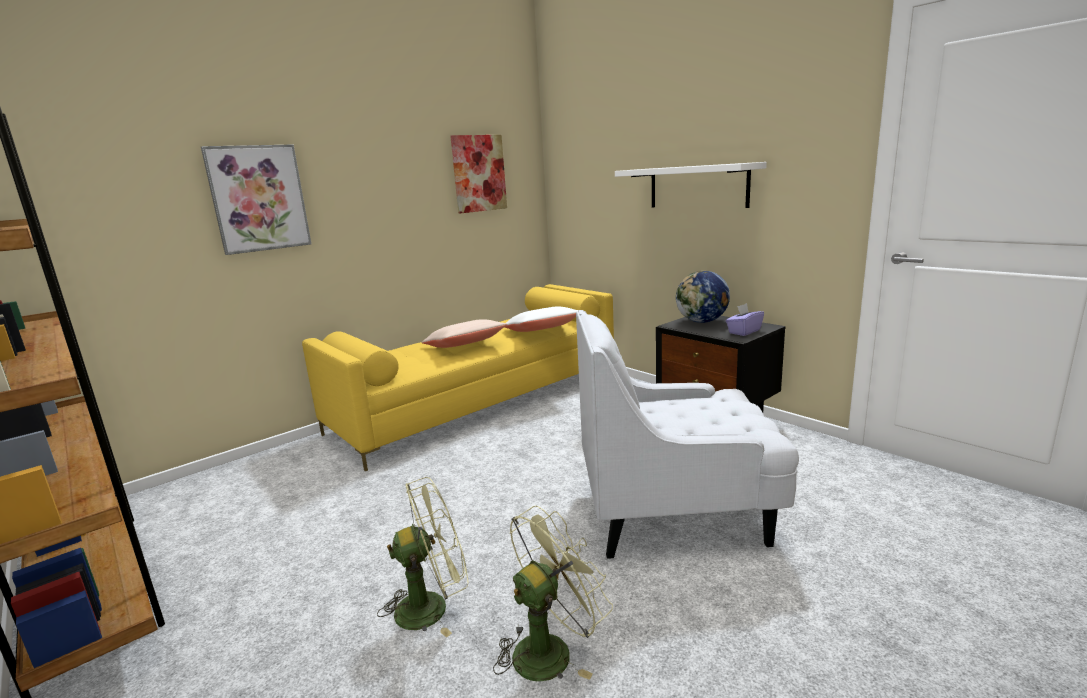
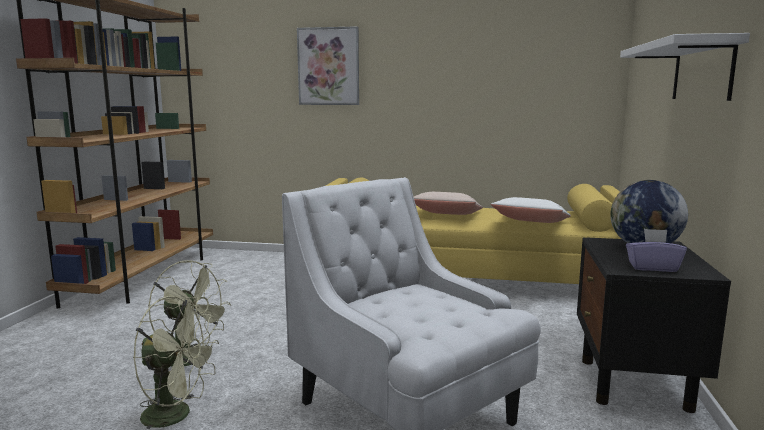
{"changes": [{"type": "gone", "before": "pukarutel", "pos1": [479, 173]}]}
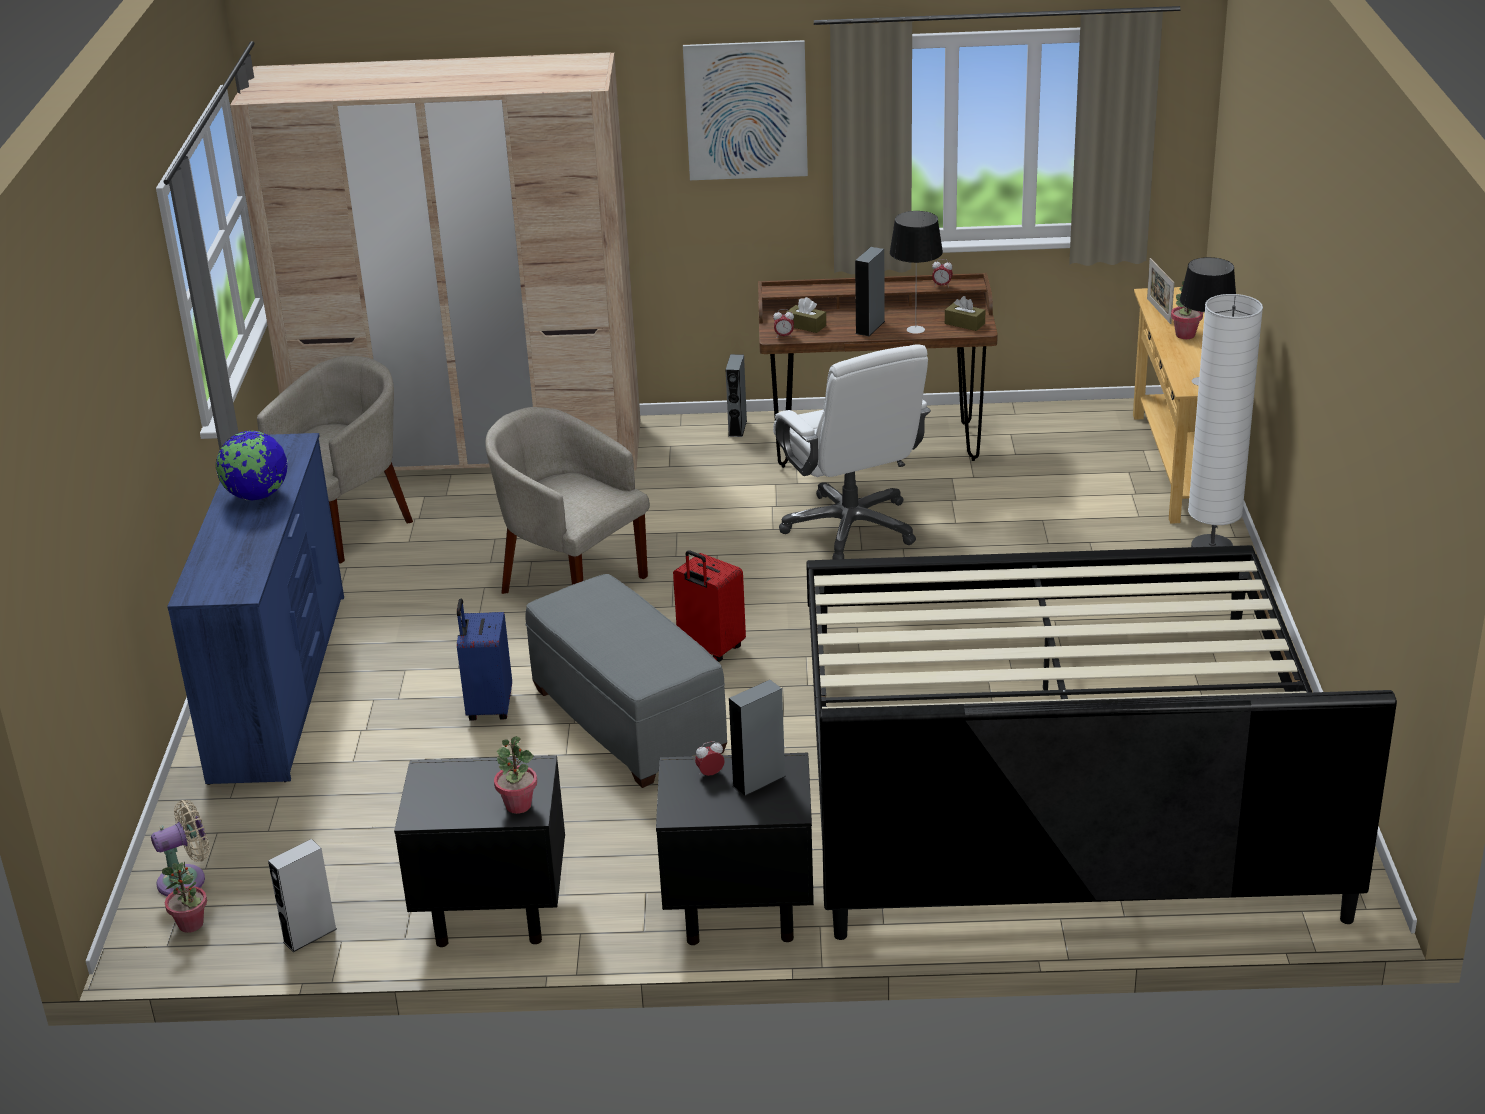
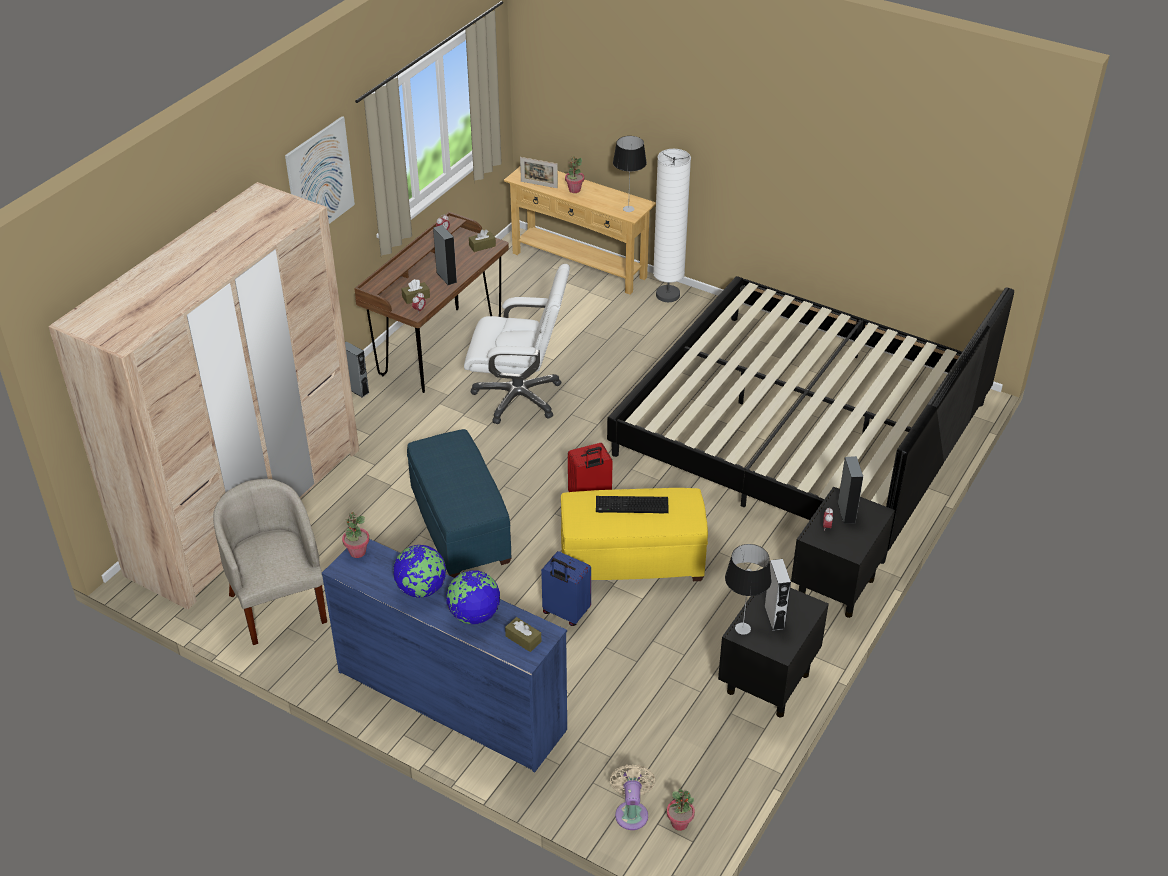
{"changes": [{"type": "new", "after": "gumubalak", "pos2": [474, 615]}, {"type": "new", "after": "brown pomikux", "pos2": [523, 639]}, {"type": "new", "after": "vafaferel", "pos2": [631, 506]}, {"type": "shifted", "before": "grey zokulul", "pos1": [310, 935], "pos2": [774, 617]}, {"type": "shifted", "before": "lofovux", "pos1": [518, 805], "pos2": [357, 552]}, {"type": "shifted", "before": "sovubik", "pos1": [915, 330], "pos2": [742, 629]}, {"type": "swapped", "before": "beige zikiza", "after": "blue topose", "pos1": [571, 580], "pos2": [459, 526]}, {"type": "repainted", "before": "grey topose", "after": "yellow topose", "pos1": [627, 720], "pos2": [631, 561]}]}
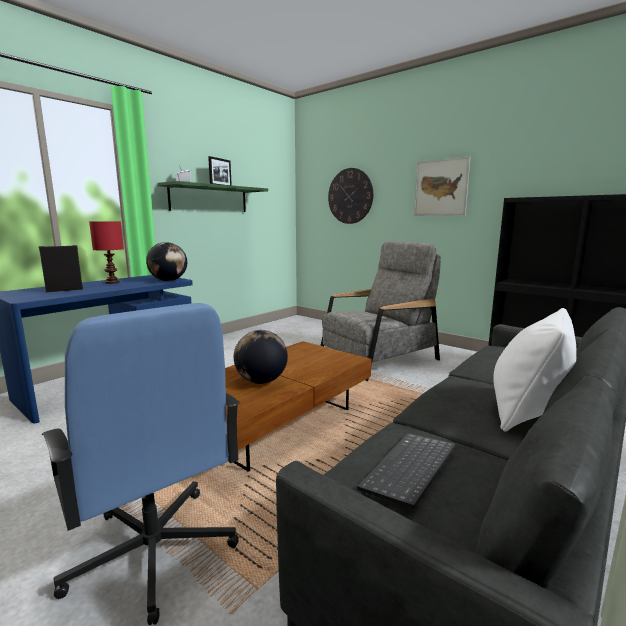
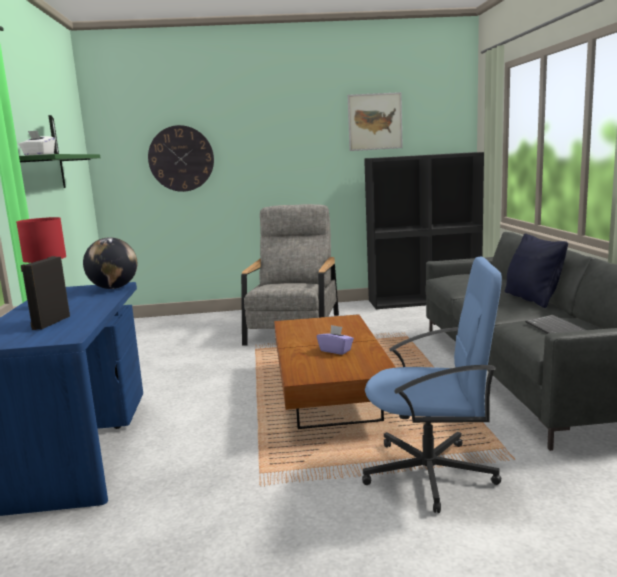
{"changes": [{"type": "shifted", "before": "pukarutel", "pos1": [440, 187], "pos2": [375, 121]}, {"type": "swapped", "before": "gumubalak", "after": "purple pomikux", "pos1": [261, 381], "pos2": [335, 350]}, {"type": "repainted", "before": "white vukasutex", "after": "black vukasutex", "pos1": [526, 412], "pos2": [532, 299]}]}
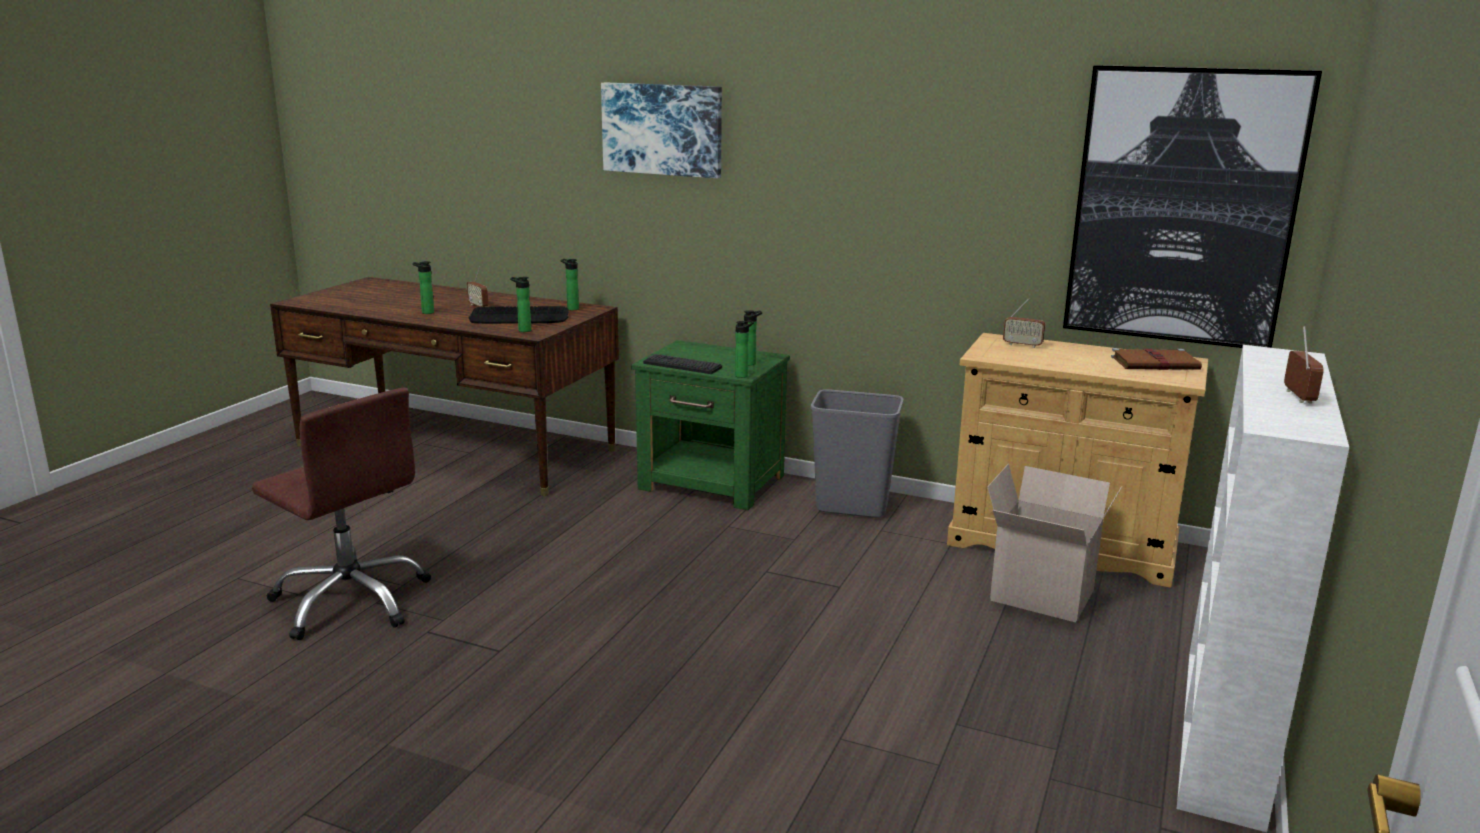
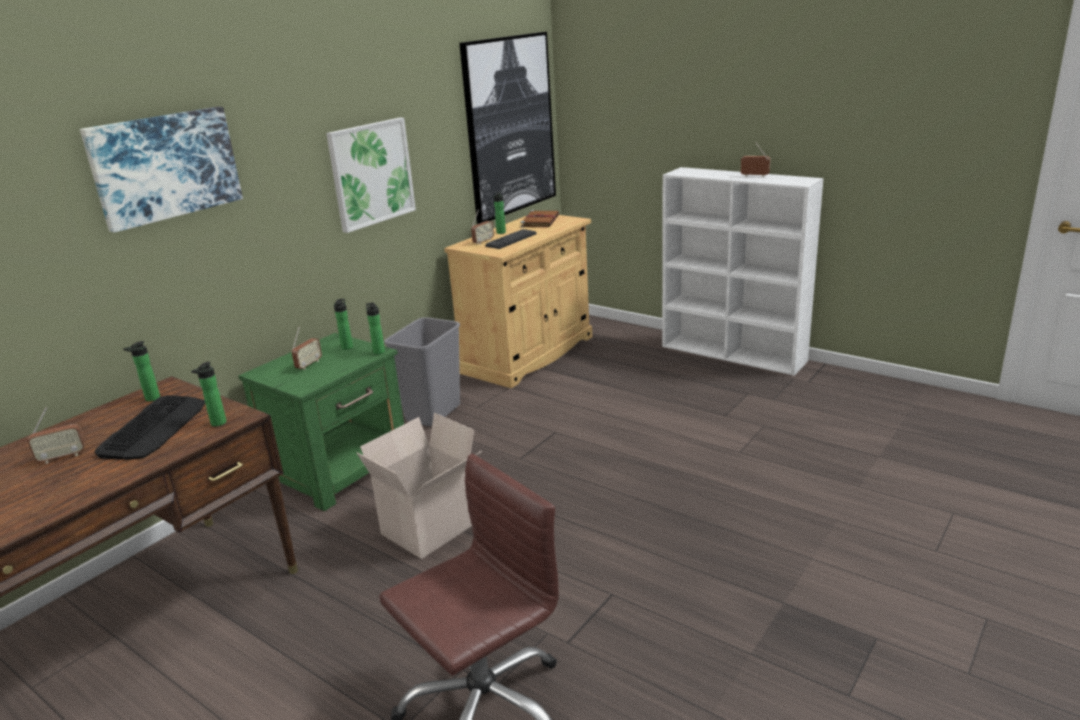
{"changes": [{"type": "new", "after": "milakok", "pos2": [309, 365]}, {"type": "new", "after": "pukarutel", "pos2": [371, 173]}, {"type": "shifted", "before": "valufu", "pos1": [426, 312], "pos2": [501, 233]}, {"type": "shifted", "before": "vafaferel", "pos1": [682, 365], "pos2": [511, 240]}, {"type": "shifted", "before": "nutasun", "pos1": [1039, 596], "pos2": [429, 530]}]}
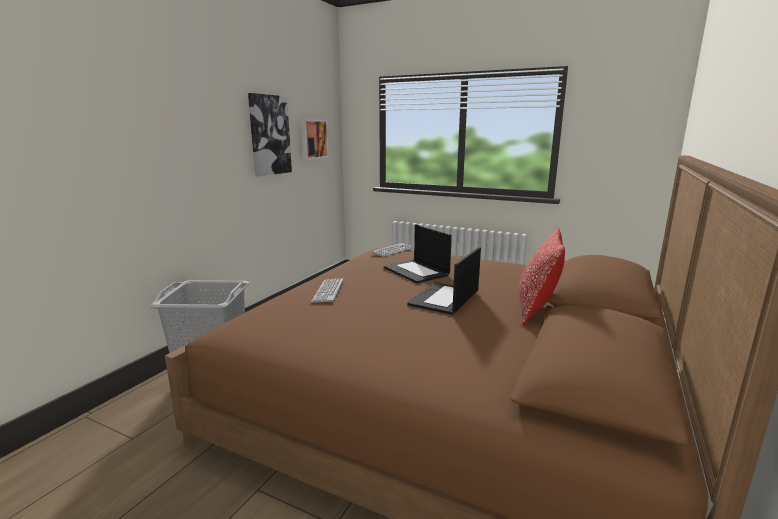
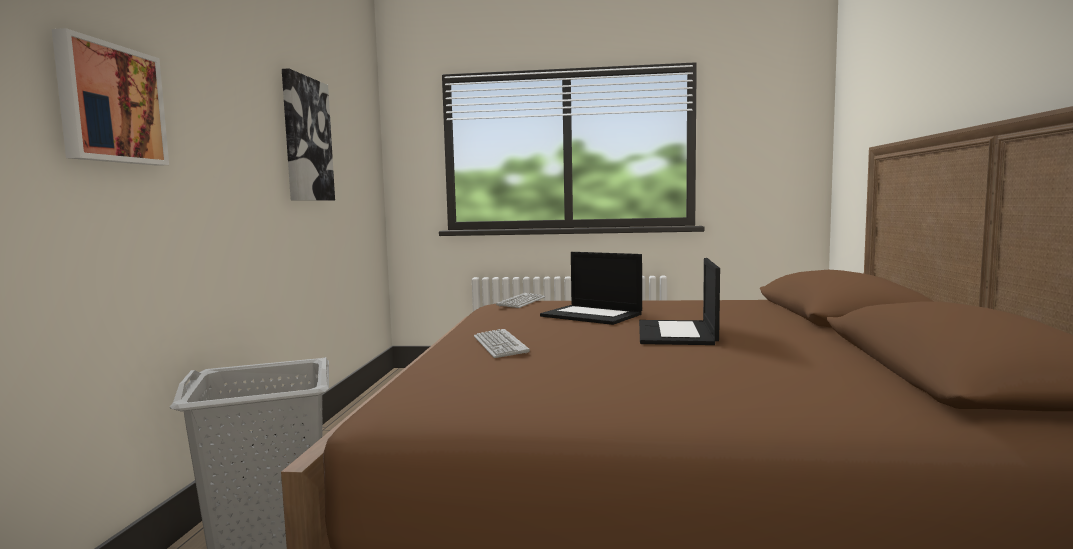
{"changes": [{"type": "gone", "before": "vukasutex", "pos1": [536, 309]}, {"type": "shifted", "before": "pukarutel", "pos1": [313, 139], "pos2": [109, 104]}]}
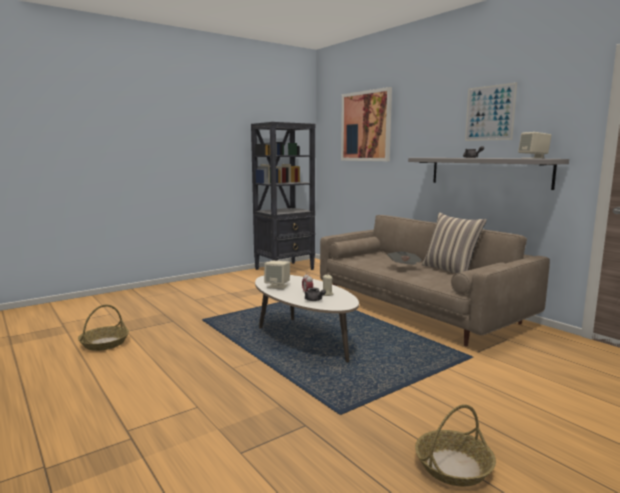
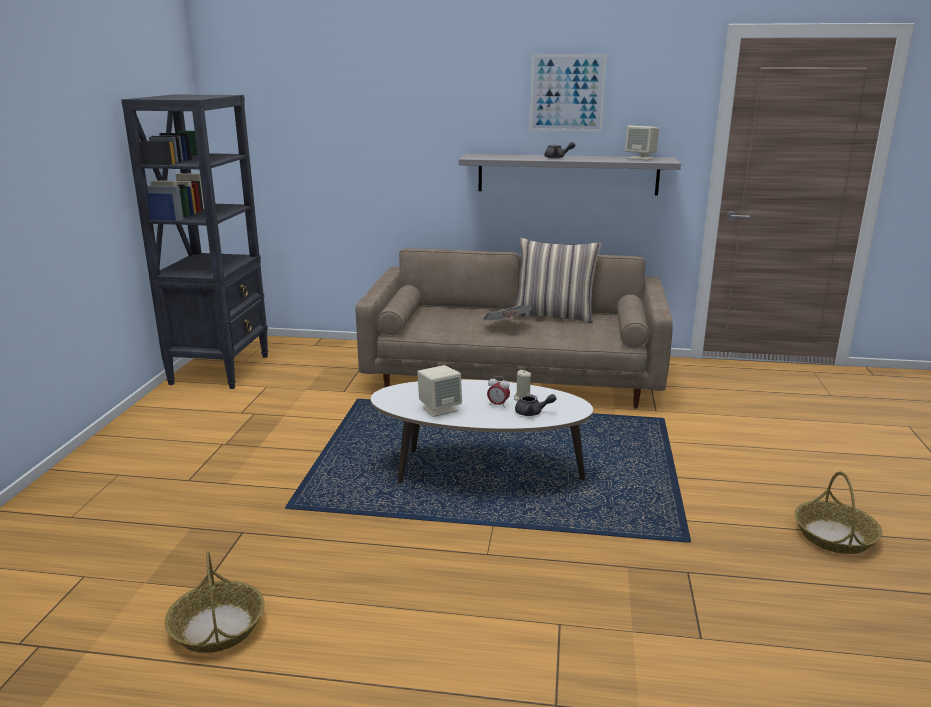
{"changes": [{"type": "gone", "before": "pukarutel", "pos1": [365, 126]}]}
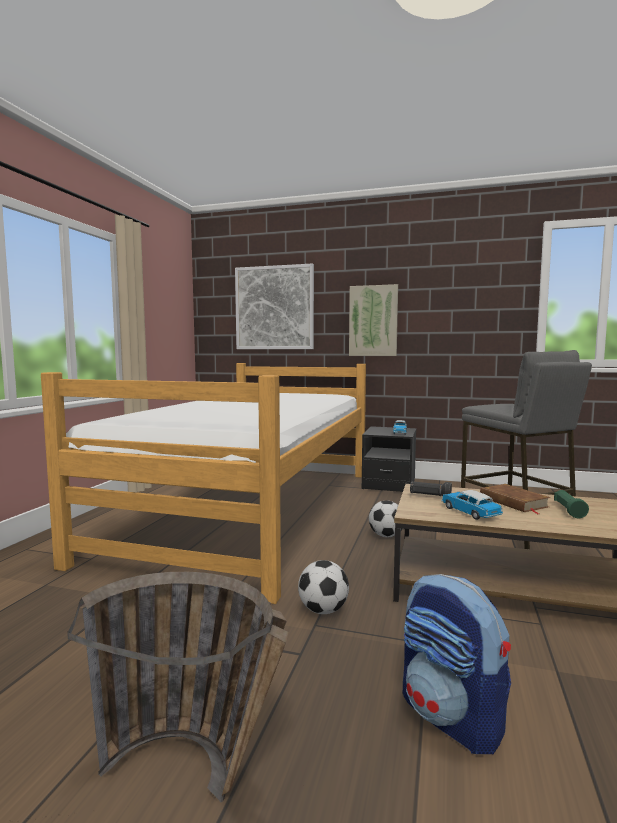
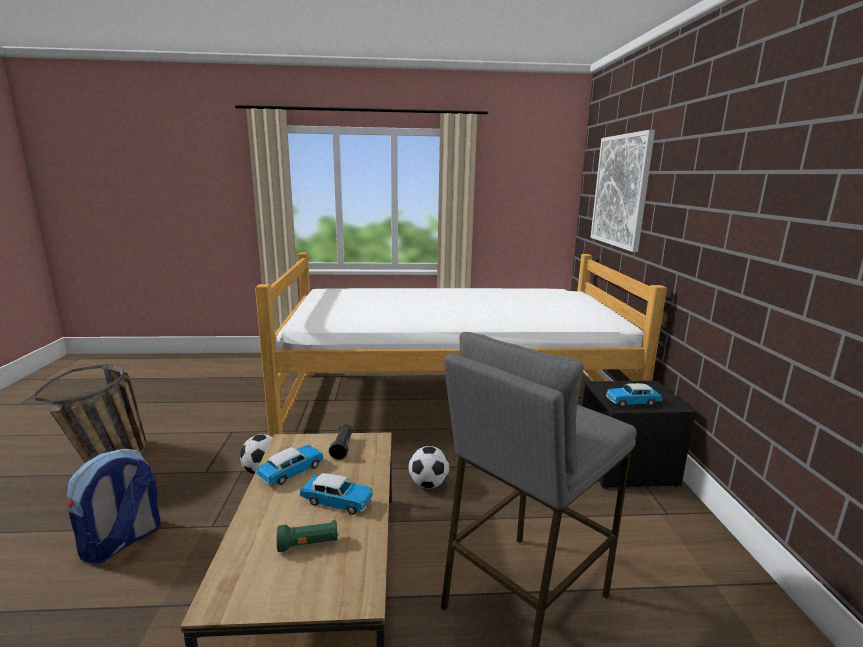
{"changes": [{"type": "gone", "before": "pukarutel", "pos1": [373, 321]}, {"type": "swapped", "before": "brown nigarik", "after": "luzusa", "pos1": [513, 502], "pos2": [337, 502]}]}
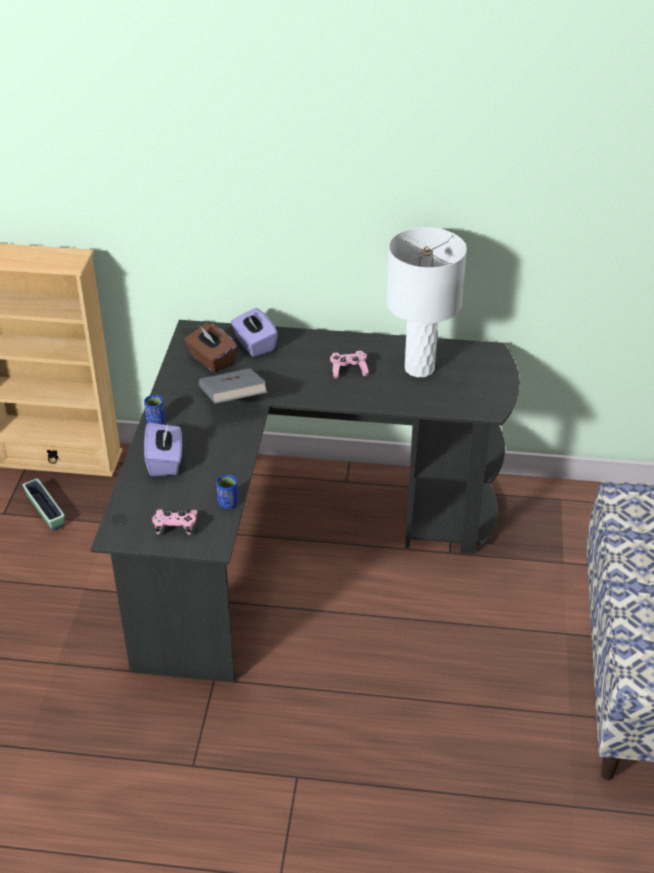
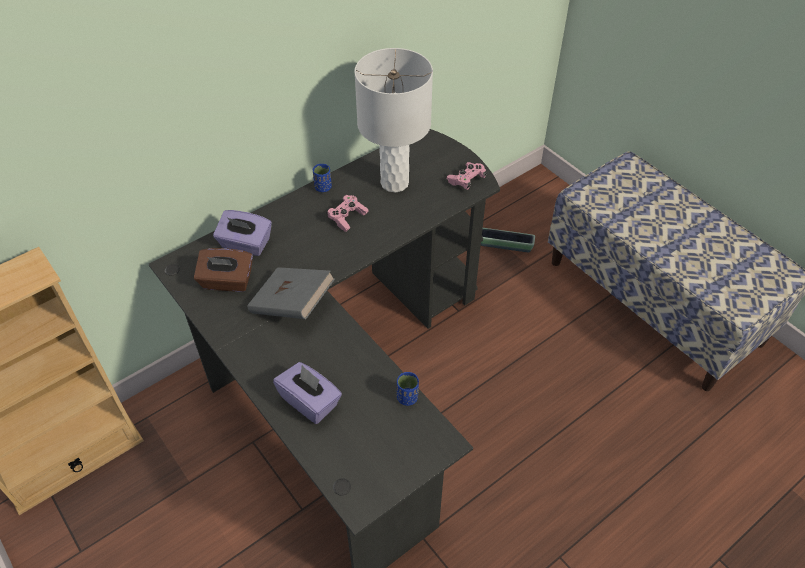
{"changes": [{"type": "shifted", "before": "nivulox", "pos1": [45, 511], "pos2": [505, 245]}, {"type": "shifted", "before": "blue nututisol", "pos1": [156, 422], "pos2": [323, 187]}, {"type": "shifted", "before": "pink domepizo", "pos1": [175, 527], "pos2": [466, 180]}]}
